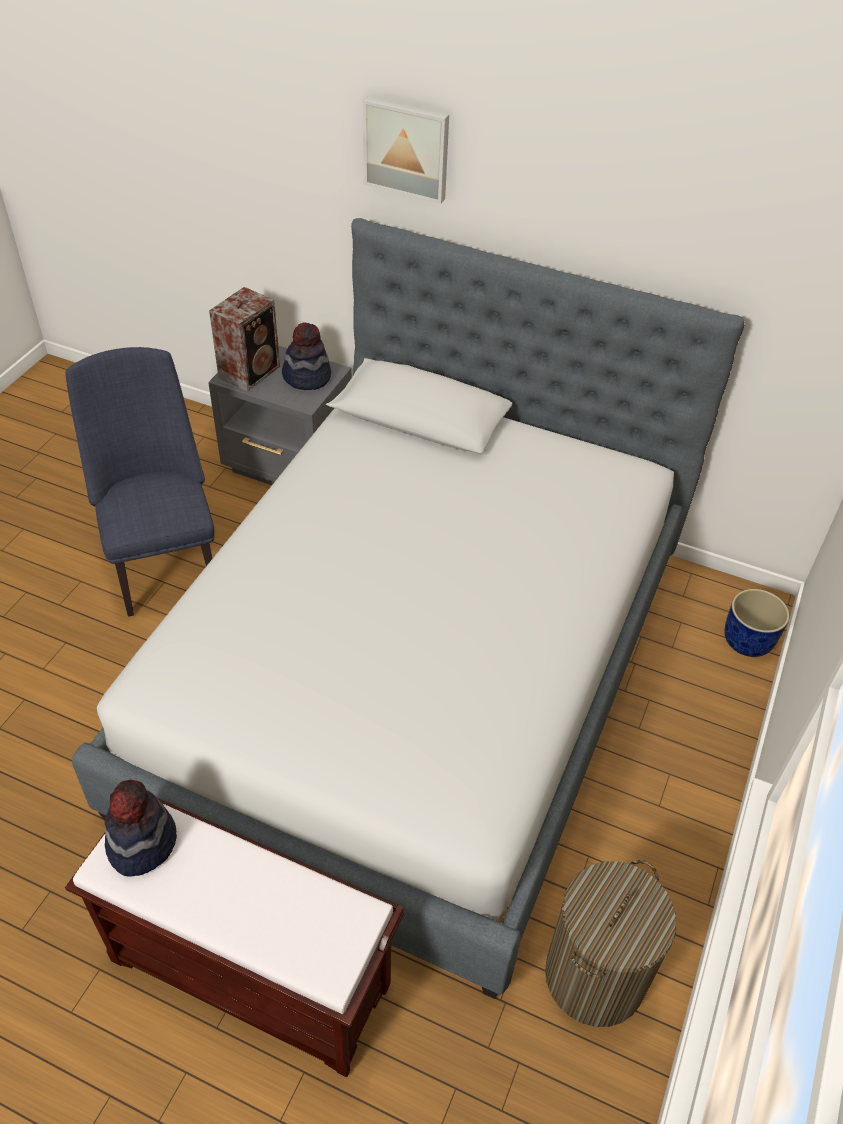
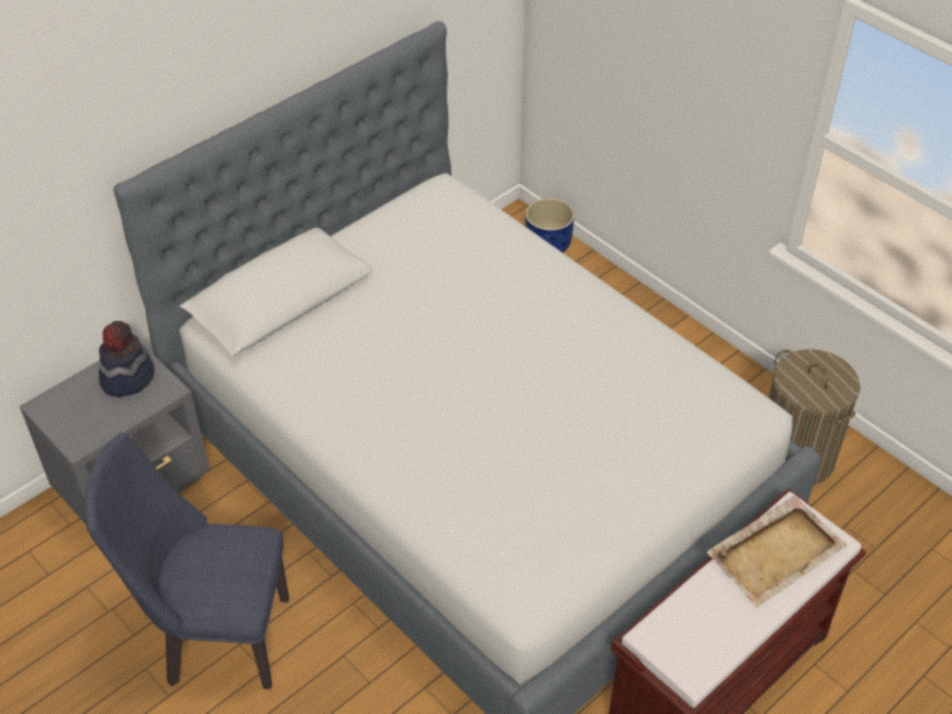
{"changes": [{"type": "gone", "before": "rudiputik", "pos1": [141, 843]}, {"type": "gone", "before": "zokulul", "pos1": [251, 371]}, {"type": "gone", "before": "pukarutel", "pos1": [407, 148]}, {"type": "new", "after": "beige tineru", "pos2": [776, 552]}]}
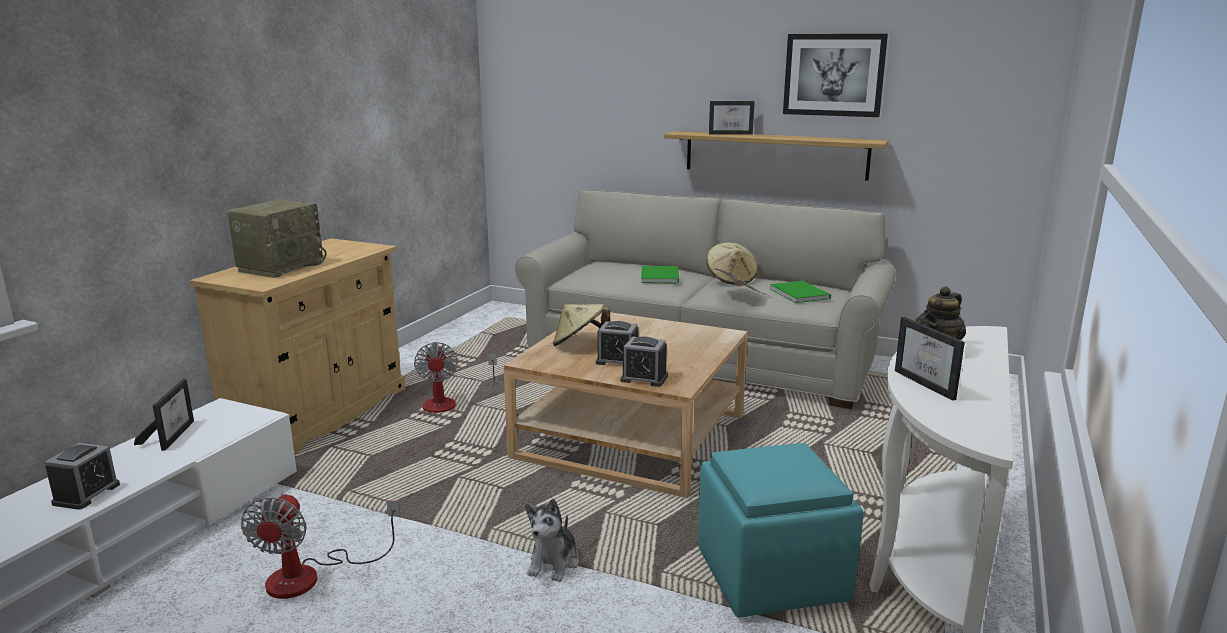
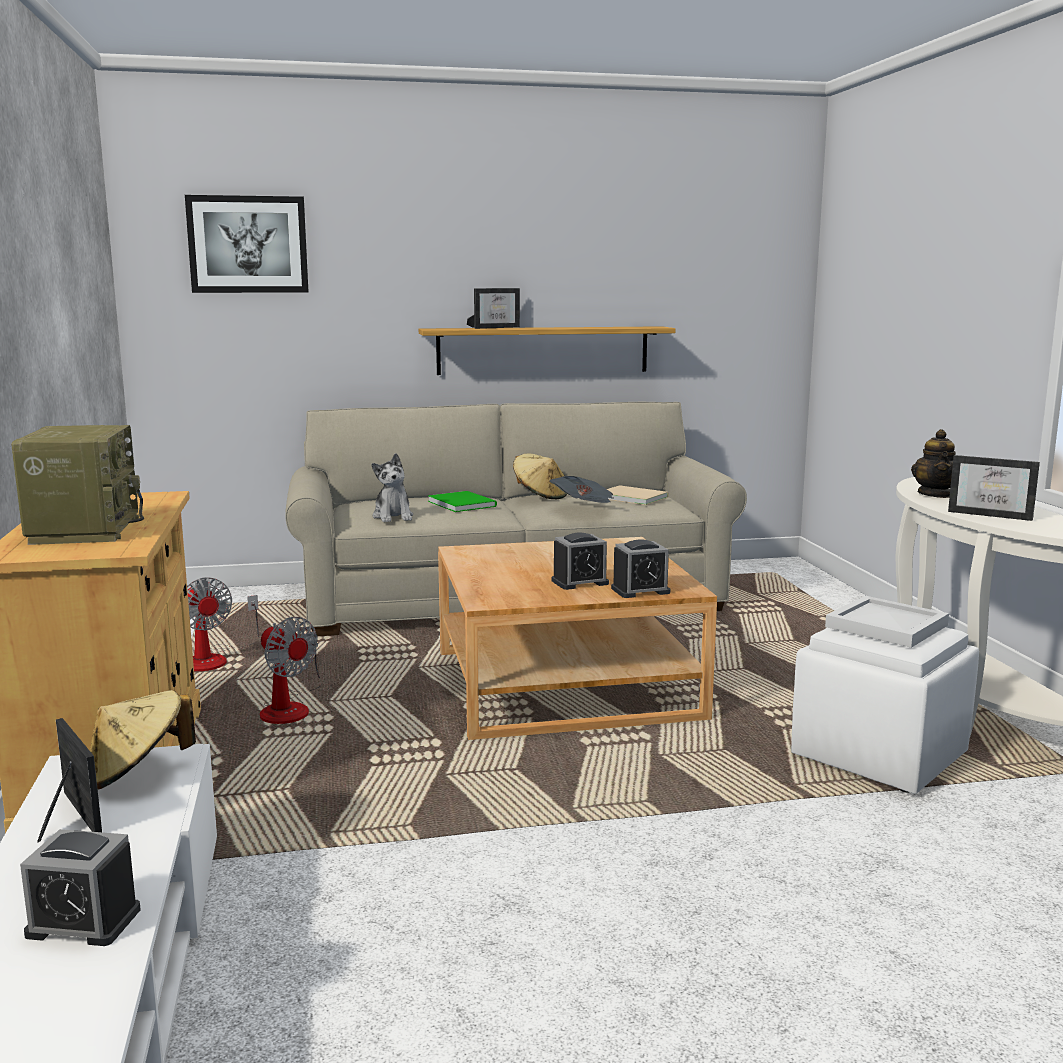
{"changes": [{"type": "new", "after": "white tineru", "pos2": [887, 627]}, {"type": "shifted", "before": "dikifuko", "pos1": [311, 575], "pos2": [214, 659]}, {"type": "shifted", "before": "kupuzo", "pos1": [554, 563], "pos2": [393, 516]}, {"type": "shifted", "before": "beige rudiputik", "pos1": [579, 344], "pos2": [137, 773]}, {"type": "shifted", "before": "pukarutel", "pos1": [834, 75], "pos2": [248, 244]}, {"type": "repainted", "before": "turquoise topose", "after": "white topose", "pos1": [770, 577], "pos2": [880, 756]}, {"type": "repainted", "before": "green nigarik", "after": "beige nigarik", "pos1": [799, 293], "pos2": [631, 497]}, {"type": "rotated", "before": "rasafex", "pos1": [86, 494], "pos2": [83, 922], "turn": 120}]}
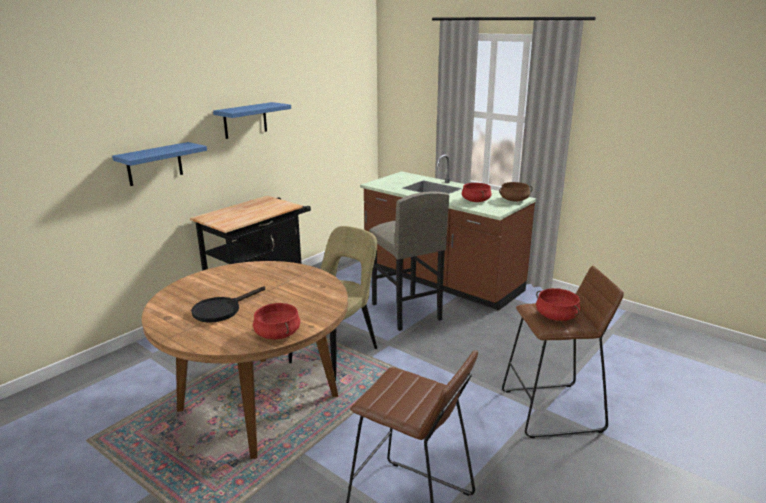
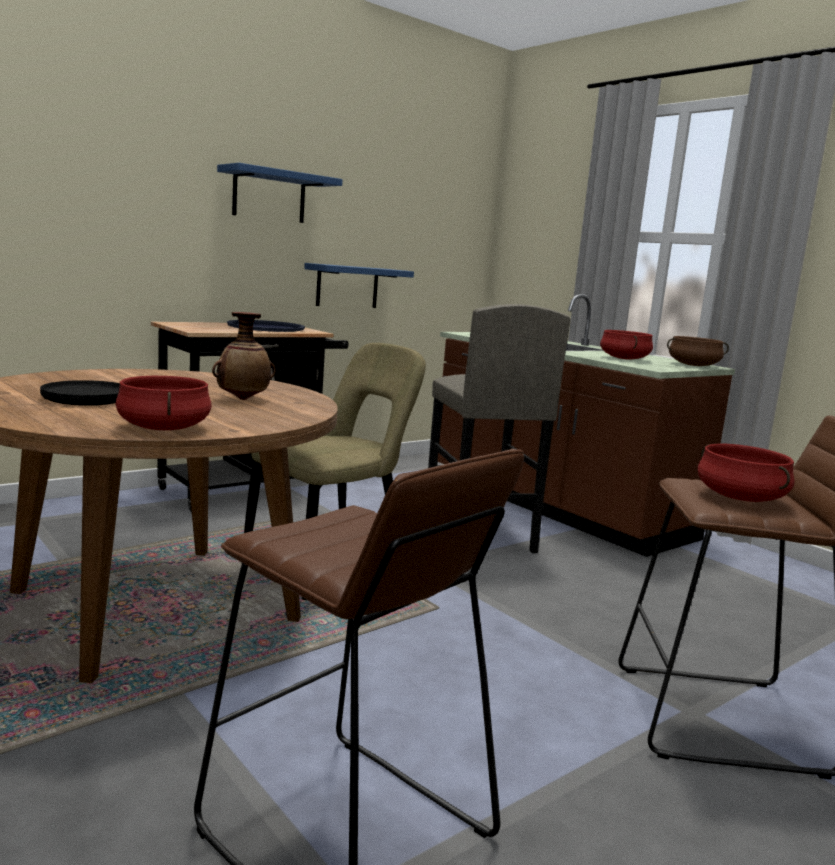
{"changes": [{"type": "new", "after": "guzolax", "pos2": [243, 399]}, {"type": "new", "after": "blue tineru", "pos2": [266, 327]}, {"type": "shifted", "before": "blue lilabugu", "pos1": [154, 164], "pos2": [347, 286]}]}
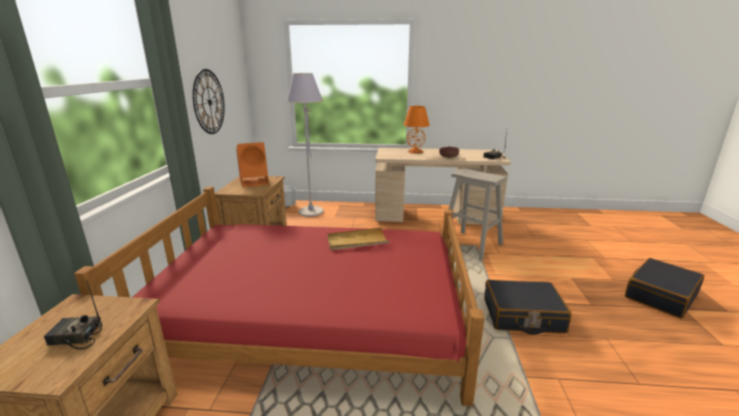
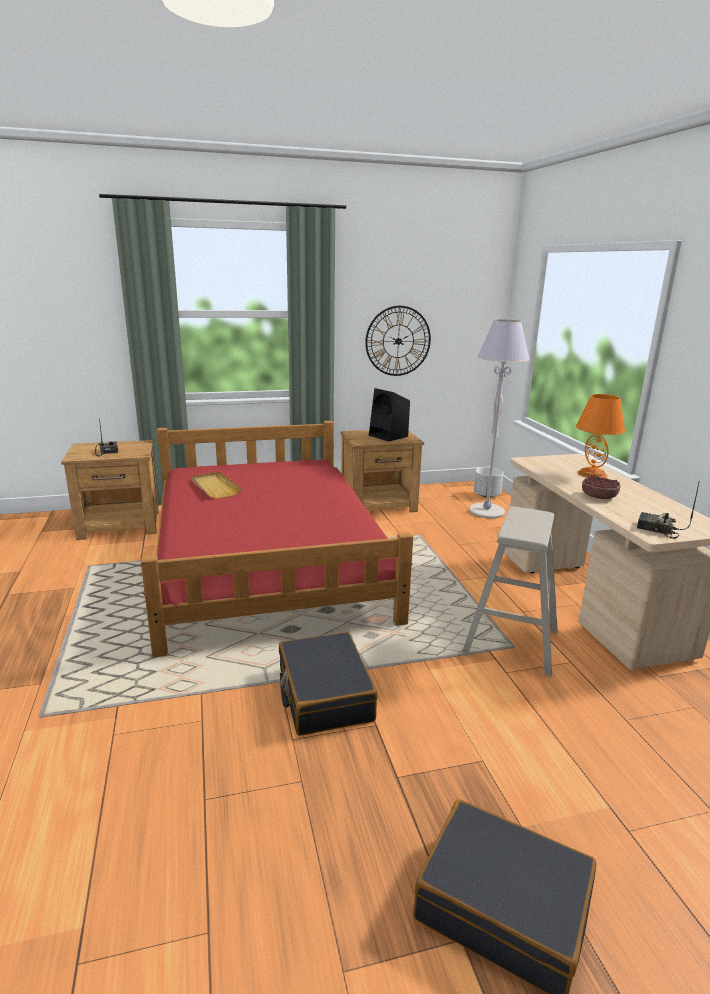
{"changes": [{"type": "shifted", "before": "beige tineru", "pos1": [357, 241], "pos2": [215, 487]}, {"type": "repainted", "before": "orange zokulul", "after": "black zokulul", "pos1": [255, 182], "pos2": [389, 436]}]}
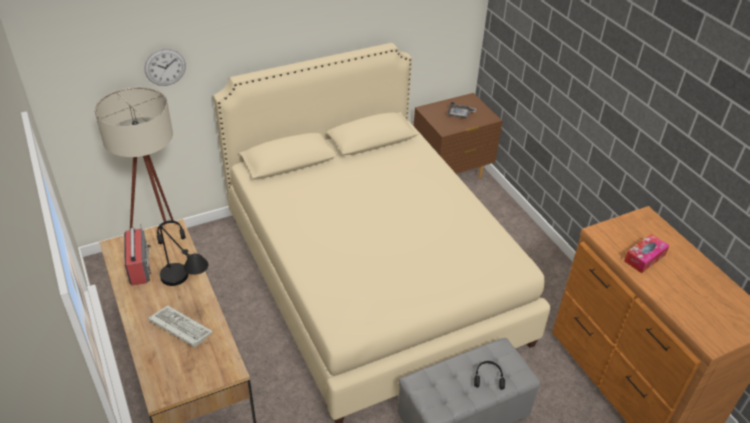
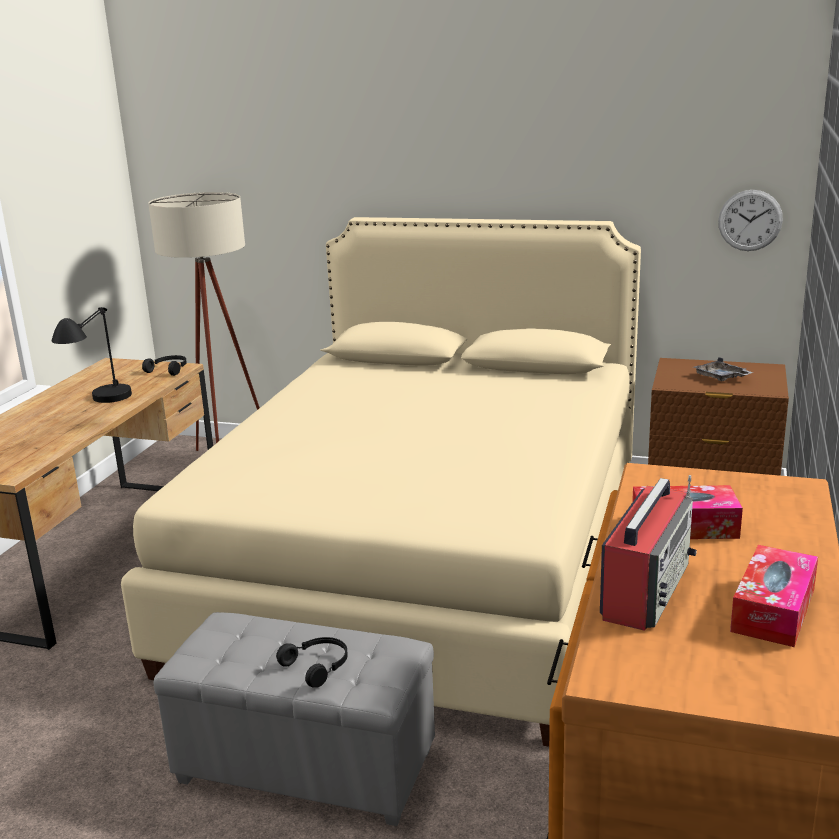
{"changes": [{"type": "gone", "before": "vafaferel", "pos1": [179, 327]}, {"type": "new", "after": "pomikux", "pos2": [773, 610]}, {"type": "shifted", "before": "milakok", "pos1": [139, 266], "pos2": [646, 589]}, {"type": "shifted", "before": "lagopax", "pos1": [165, 67], "pos2": [750, 220]}]}
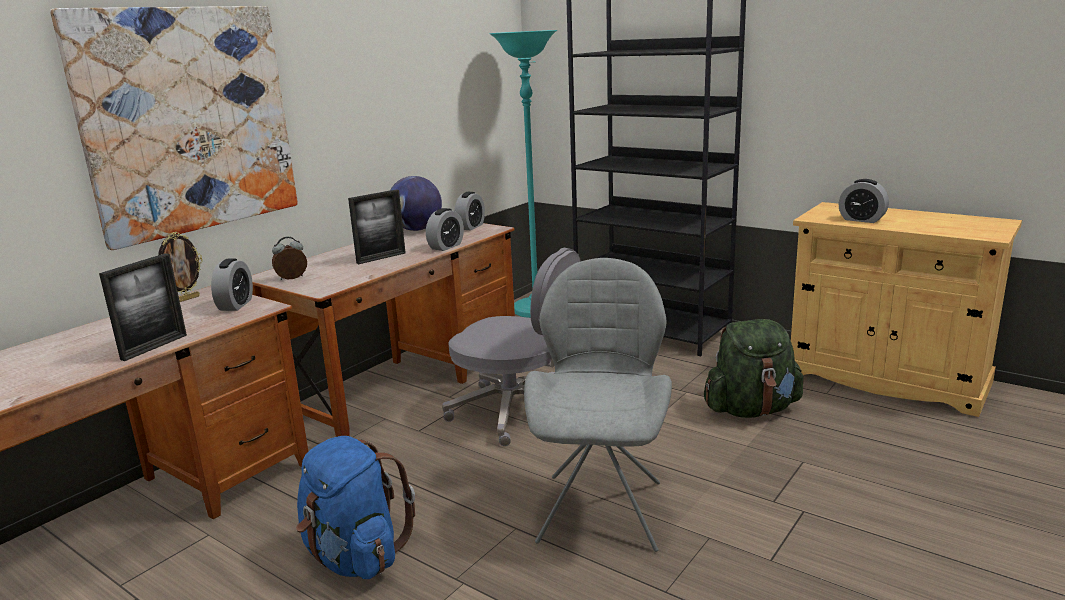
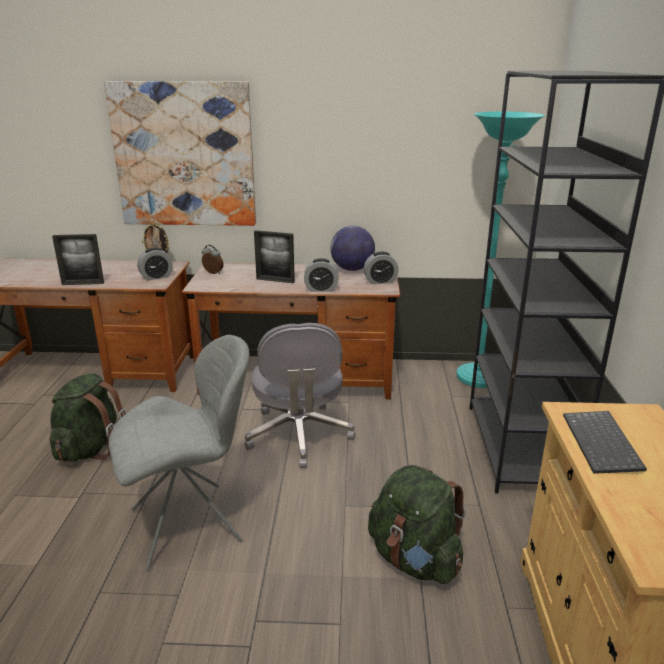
{"changes": [{"type": "swapped", "before": "rasafex", "after": "vafaferel", "pos1": [861, 220], "pos2": [603, 444]}, {"type": "repainted", "before": "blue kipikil", "after": "green kipikil", "pos1": [355, 557], "pos2": [90, 448]}]}
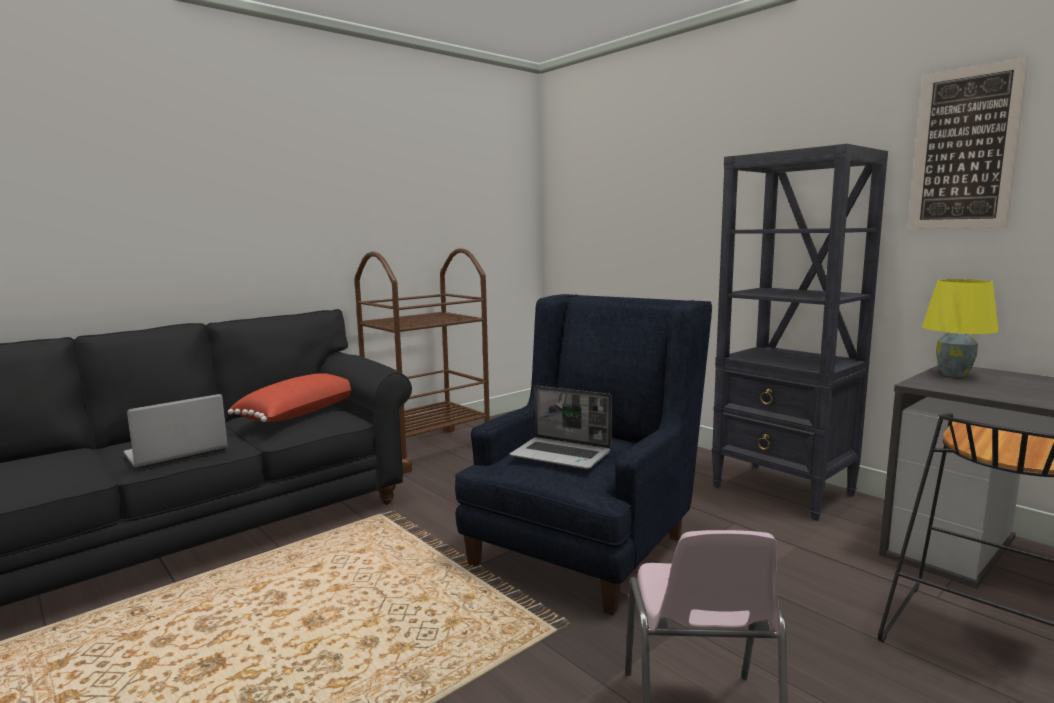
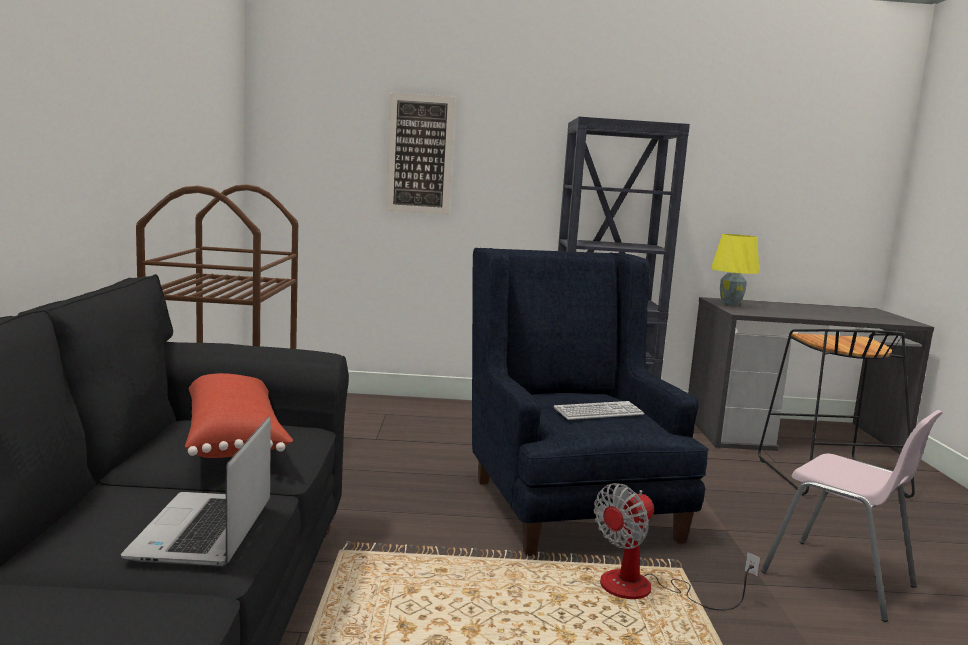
{"changes": [{"type": "new", "after": "dikifuko", "pos2": [645, 590]}, {"type": "shifted", "before": "pukarutel", "pos1": [964, 149], "pos2": [420, 154]}, {"type": "swapped", "before": "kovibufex", "after": "vafaferel", "pos1": [562, 455], "pos2": [598, 412]}]}
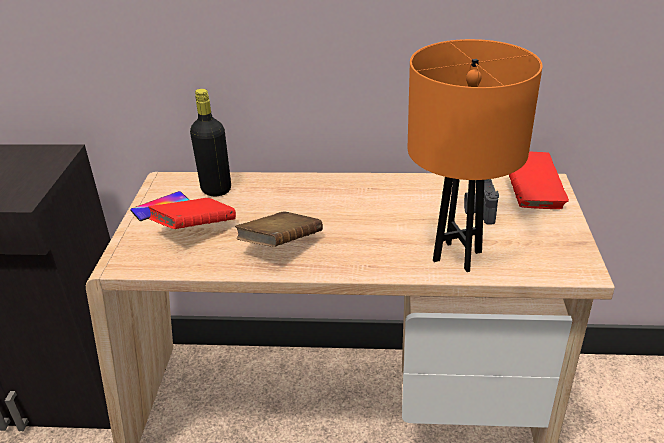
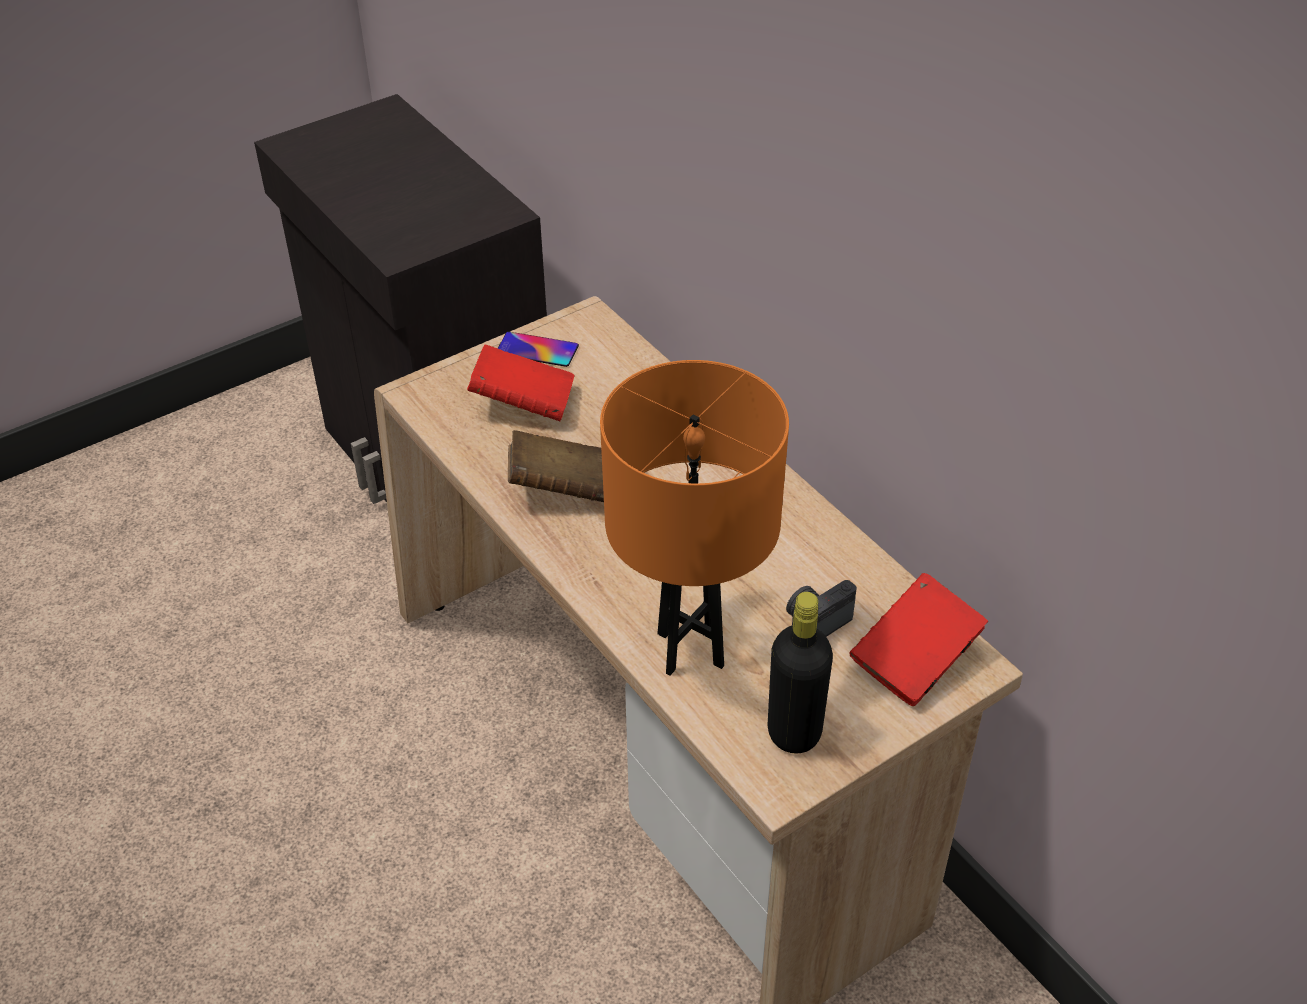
{"changes": [{"type": "shifted", "before": "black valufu", "pos1": [216, 189], "pos2": [794, 732]}]}
